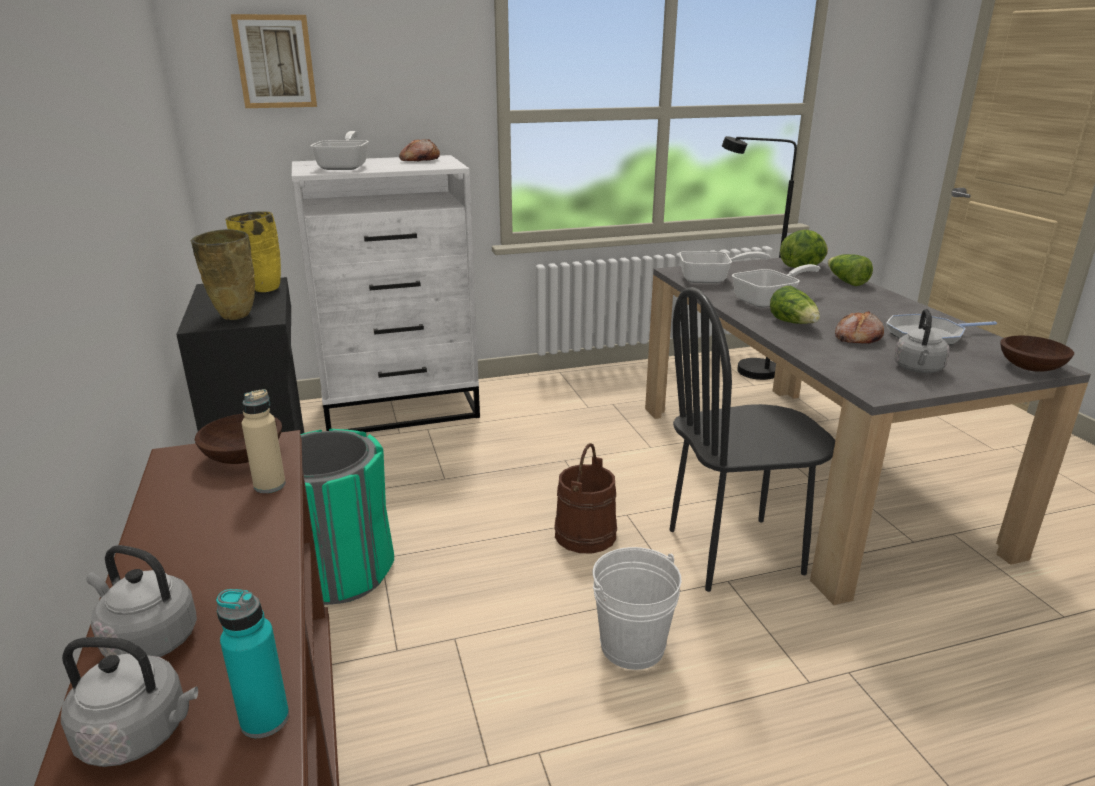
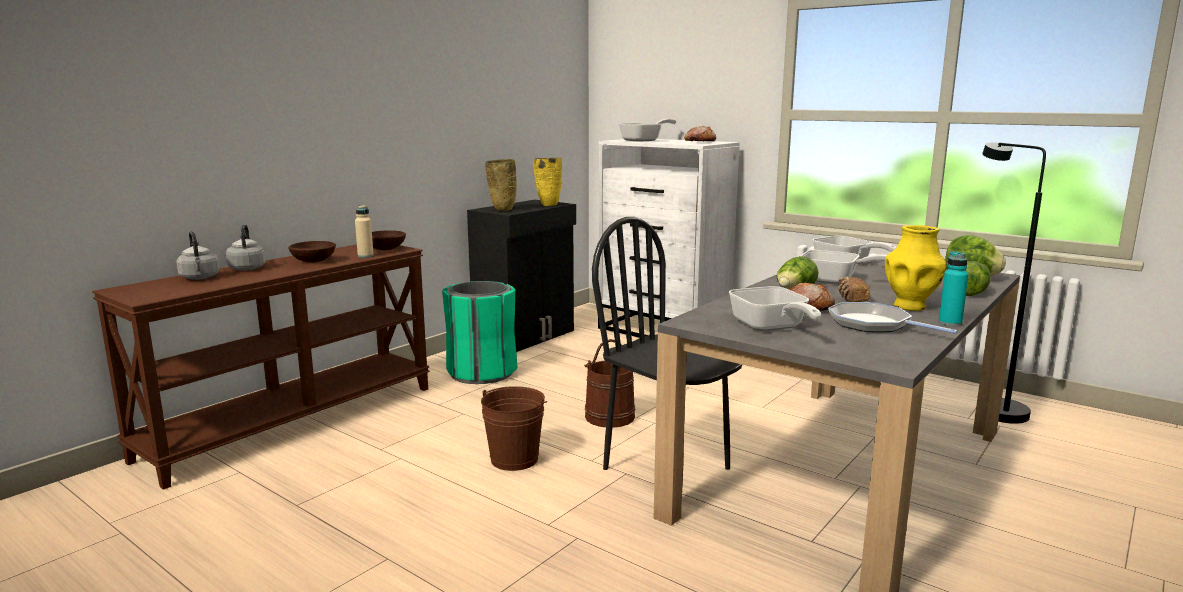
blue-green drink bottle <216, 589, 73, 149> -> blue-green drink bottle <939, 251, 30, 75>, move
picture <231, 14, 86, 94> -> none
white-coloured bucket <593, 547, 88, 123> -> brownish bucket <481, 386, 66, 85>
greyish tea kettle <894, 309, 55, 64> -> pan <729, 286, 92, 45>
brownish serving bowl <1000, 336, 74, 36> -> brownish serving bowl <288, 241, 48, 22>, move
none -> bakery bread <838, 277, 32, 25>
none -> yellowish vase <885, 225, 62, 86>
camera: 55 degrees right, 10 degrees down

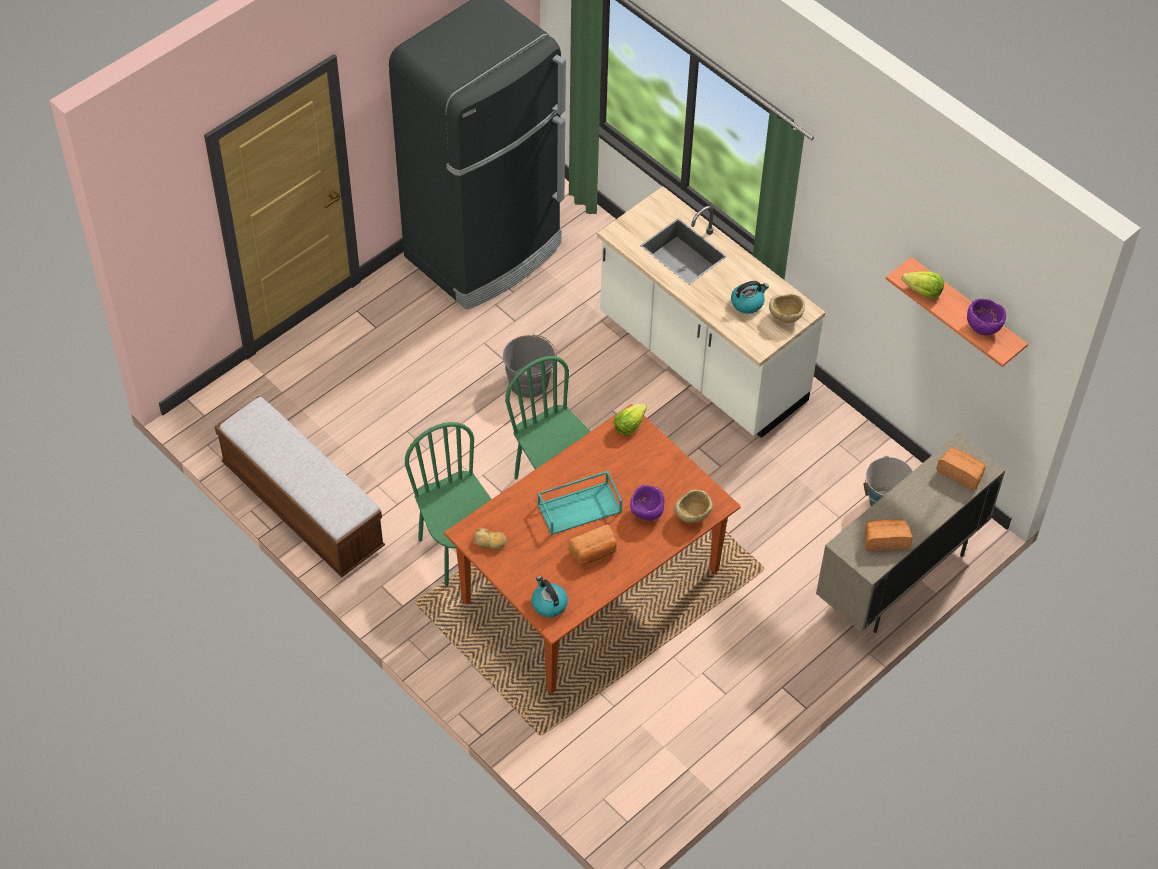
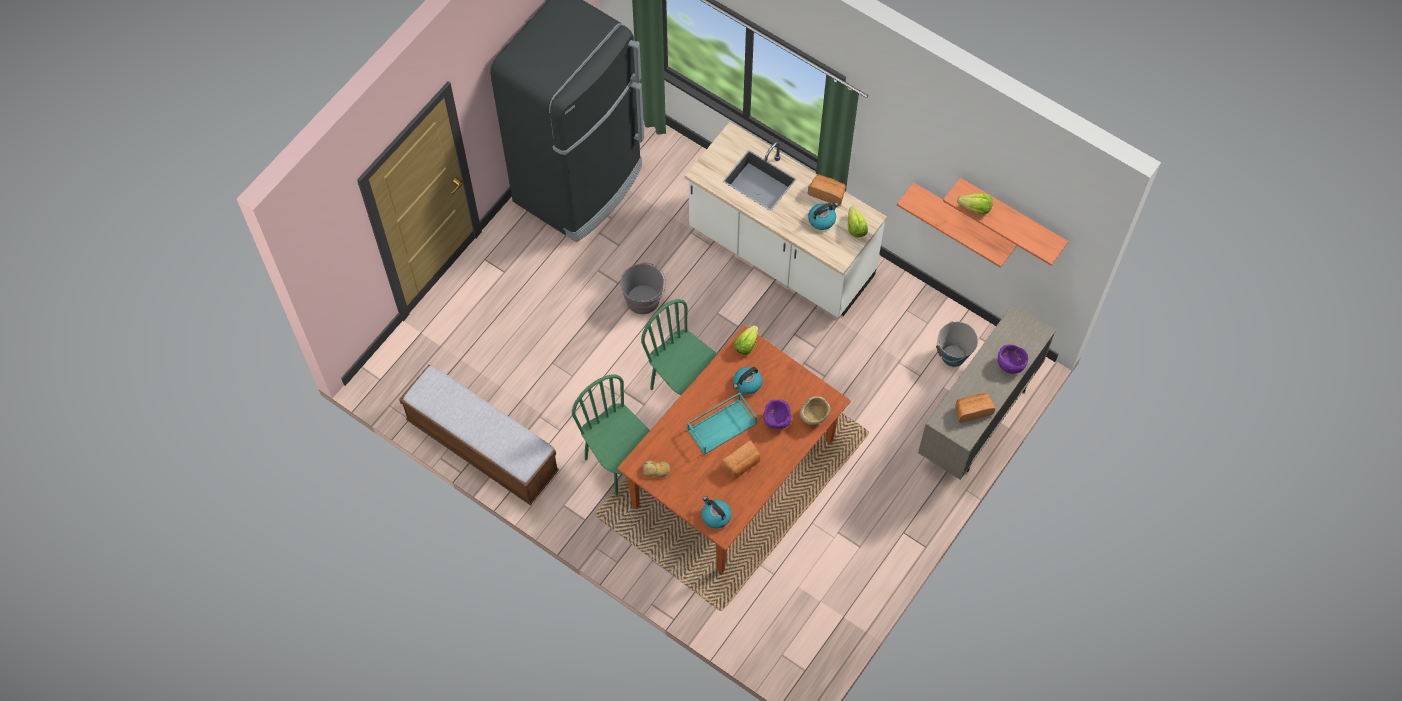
beige-coloured serving bowl <769, 294, 36, 29> -> lettuce <848, 207, 20, 30>
bakery bread <936, 447, 50, 43> -> bakery bread <808, 174, 38, 32>, move
purple-coloured serving bowl <967, 299, 39, 36> -> purple-coloured serving bowl <998, 345, 30, 29>, move
none -> tea kettle <733, 367, 29, 27>
none -> wall shelf <897, 182, 120, 86>
camera: 10 degrees left, 10 degrees up

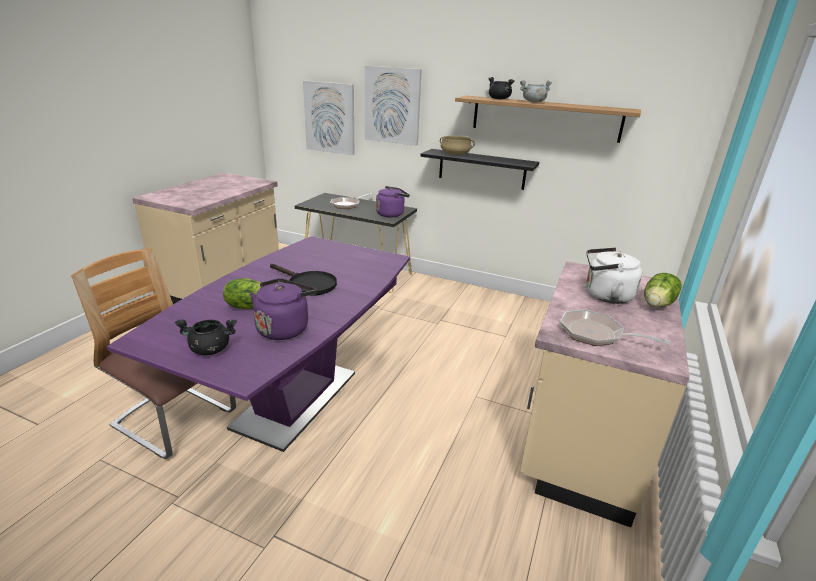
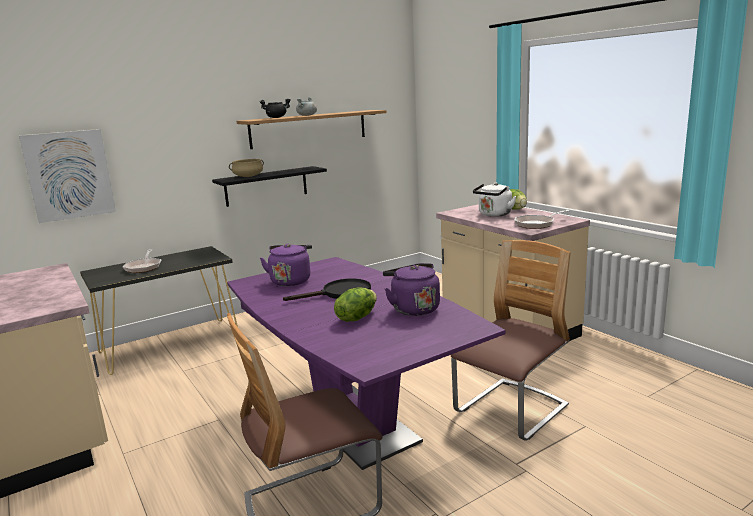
blackish cooking pot <175, 319, 62, 36> -> none
picture <365, 66, 57, 80> -> none
purple-coloured tea kettle <376, 186, 34, 31> -> purple-coloured tea kettle <260, 243, 52, 43>, move
none -> chair <451, 240, 120, 201>
camera: 55 degrees left, 10 degrees down

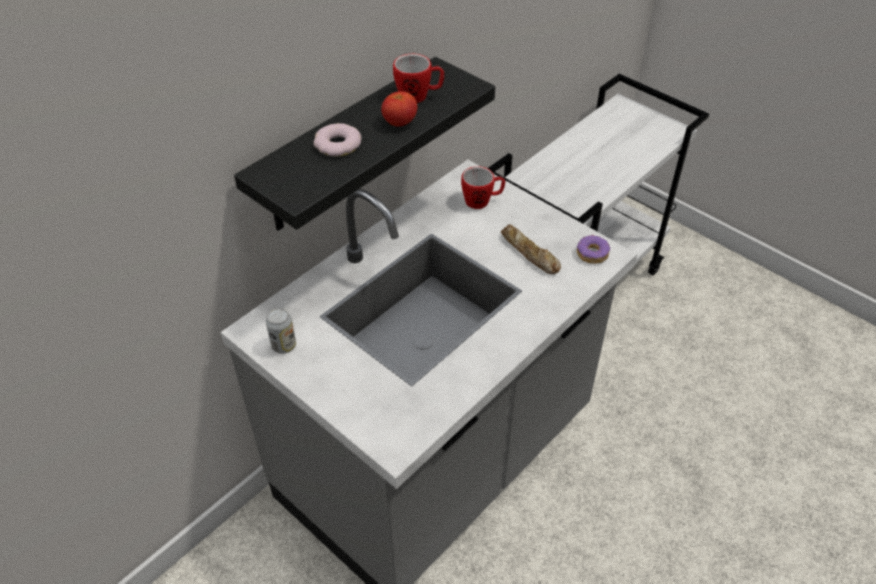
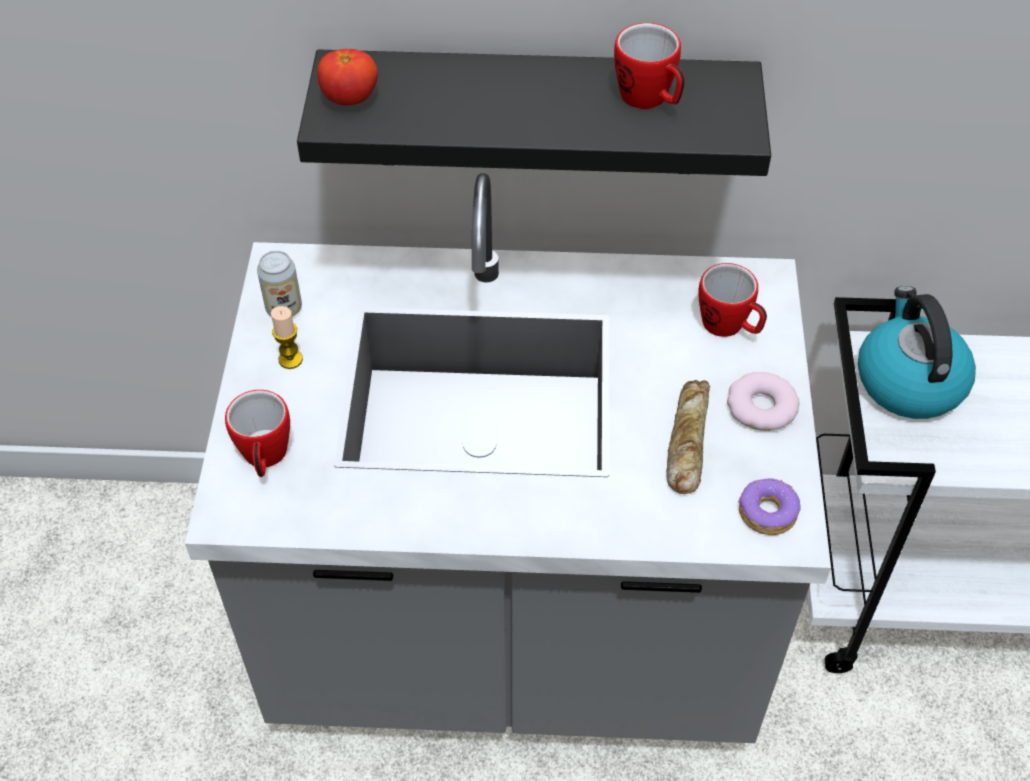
doughnut <313, 123, 49, 34> -> doughnut <727, 372, 72, 59>, move
whole tomato <381, 91, 36, 36> -> whole tomato <317, 49, 61, 56>, move
none -> coffee mug <225, 390, 65, 87>
none -> candle <271, 306, 32, 63>
none -> tea kettle <858, 286, 118, 133>
camera: 50 degrees right, 5 degrees up

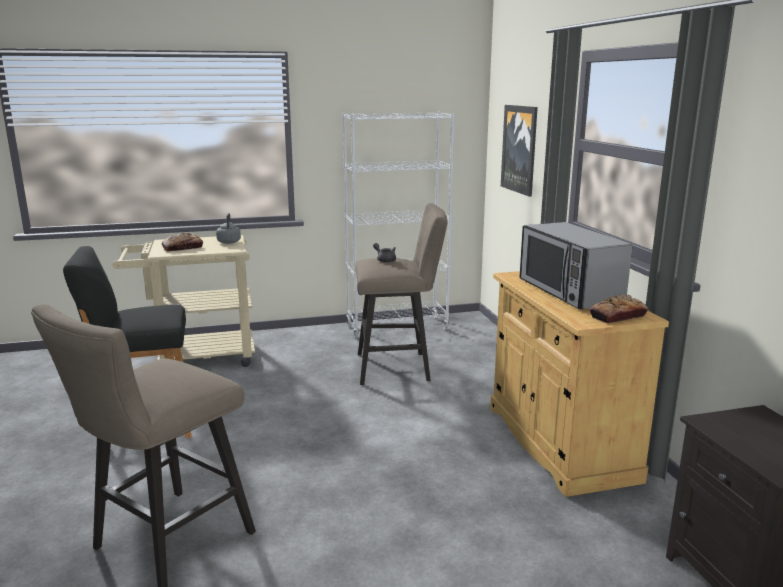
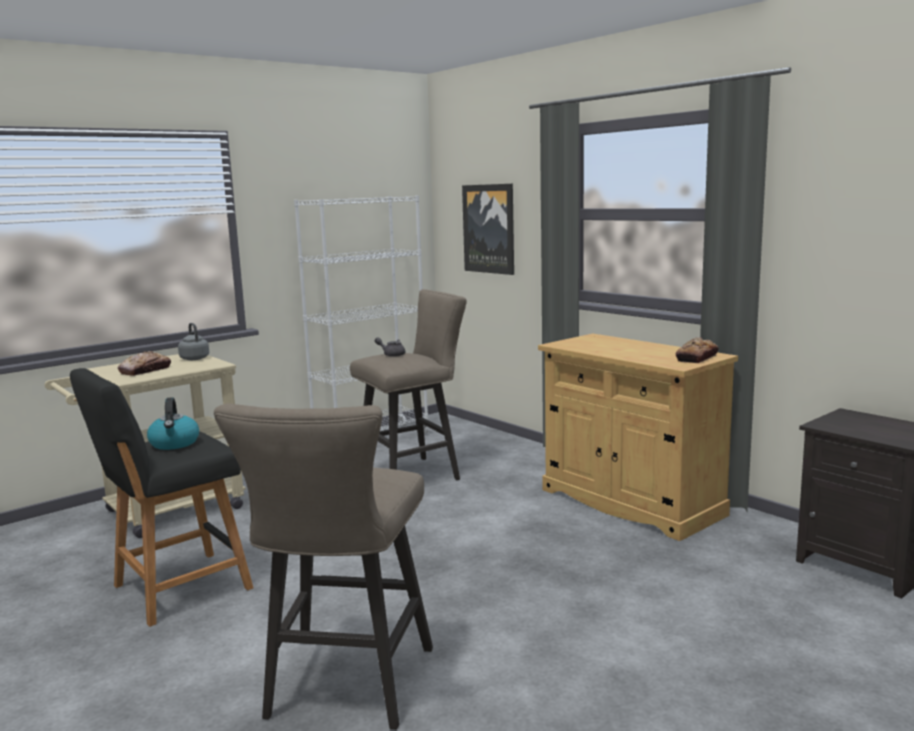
kitchen microwave <519, 222, 114, 87> -> none
none -> tea kettle <147, 397, 52, 53>
camera: 25 degrees left, 5 degrees down

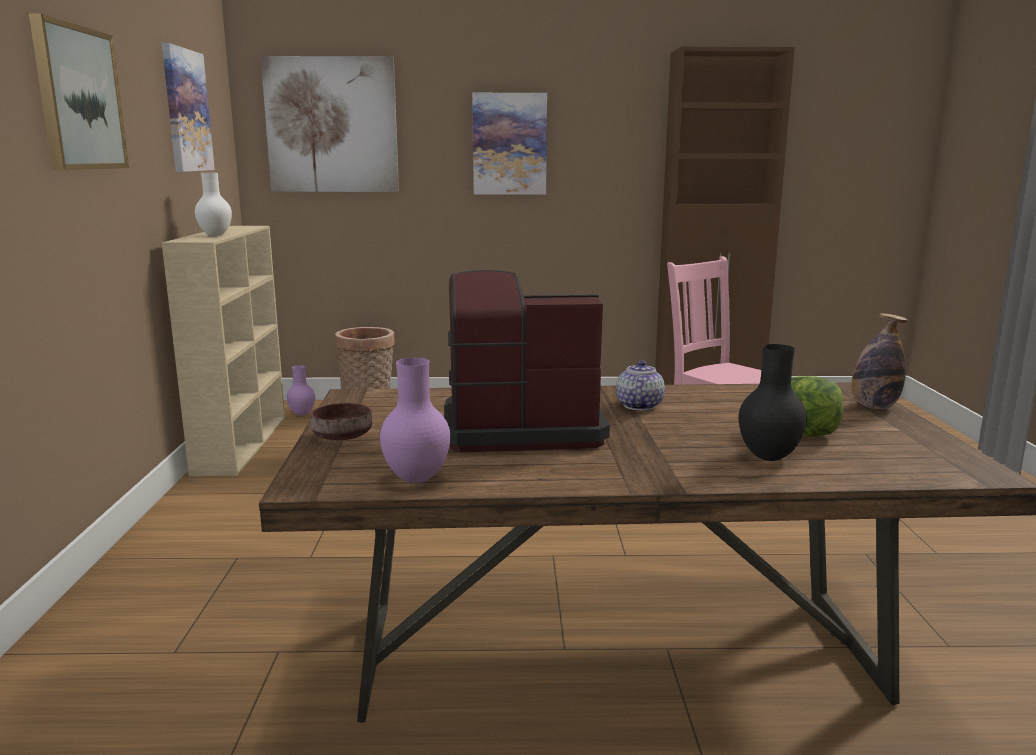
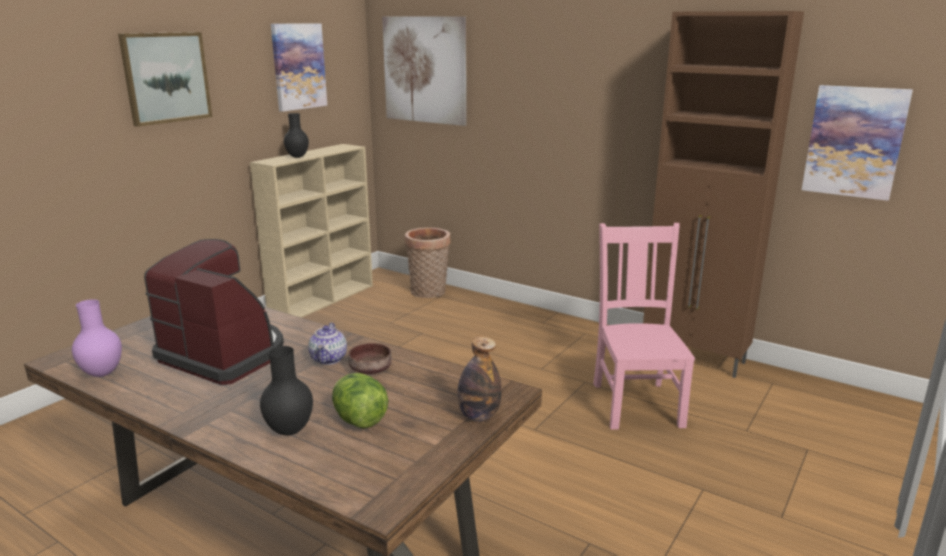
white-coloured vase <195, 173, 37, 63> -> blackish vase <284, 113, 25, 45>
purple-coloured vase <286, 365, 29, 51> -> none
brownish serving bowl <310, 403, 62, 37> -> brownish serving bowl <348, 343, 44, 31>, move
picture <472, 93, 75, 102> -> picture <802, 85, 111, 116>, move
tea pot <616, 360, 49, 50> -> tea pot <308, 323, 39, 42>, 135 degrees clockwise
camera: 35 degrees right, 5 degrees up

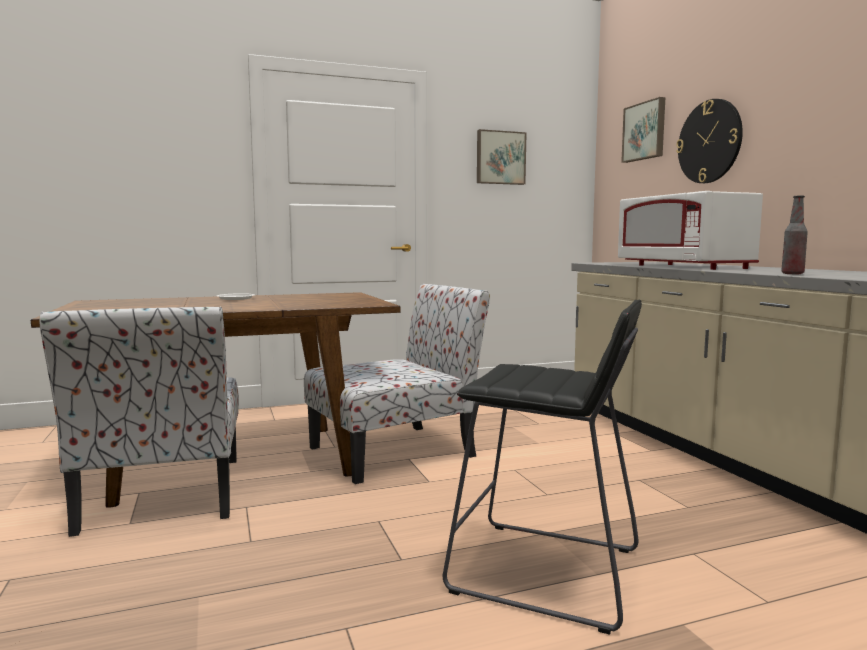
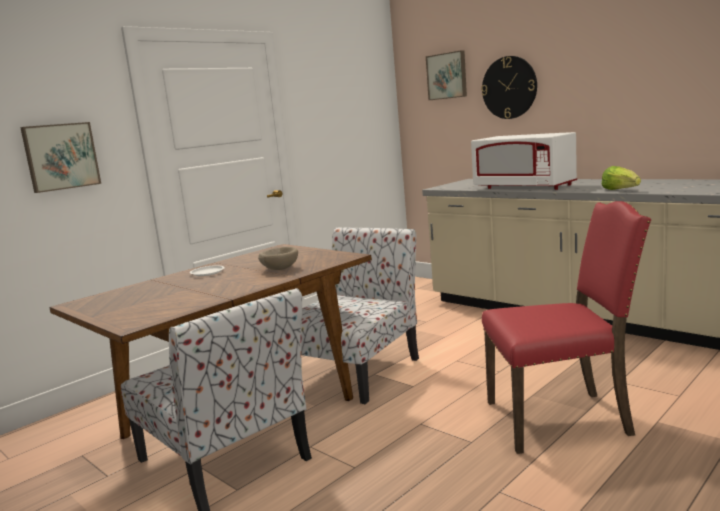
blackish stool <443, 300, 199, 334> -> red-coloured chair <482, 201, 169, 253>
picture <477, 129, 50, 56> -> picture <20, 122, 81, 71>, move
drink bottle <781, 195, 27, 79> -> lettuce <601, 166, 40, 24>
none -> beige-coloured serving bowl <258, 247, 40, 23>
camera: 25 degrees left, 5 degrees up

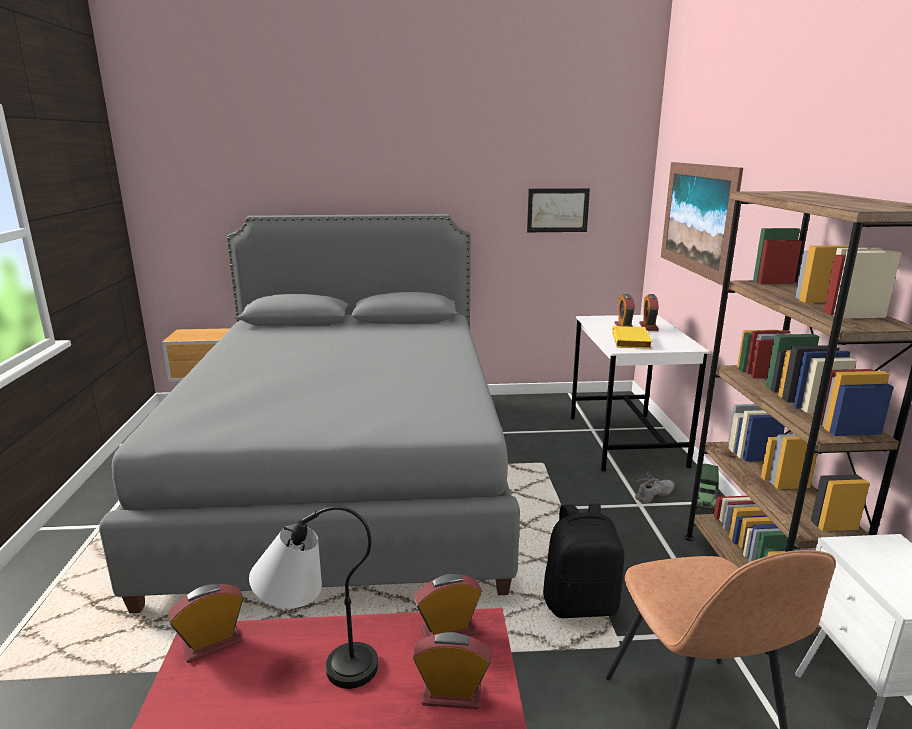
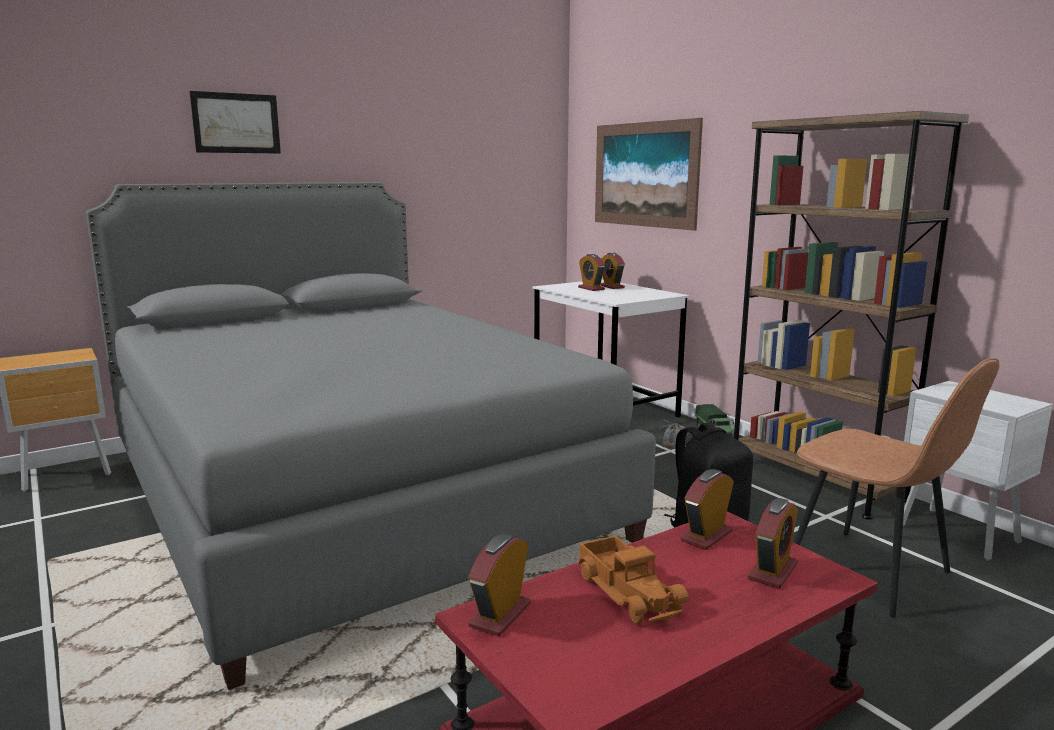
table lamp <249, 506, 129, 183> -> toy truck <577, 536, 112, 88>
bedside clock <413, 632, 78, 77> -> bedside clock <747, 498, 51, 91>, 150 degrees clockwise
picture <527, 188, 63, 44> -> picture <190, 91, 91, 63>, move
yellowish bound book <612, 326, 40, 23> -> none
camera: 30 degrees left, 5 degrees down

